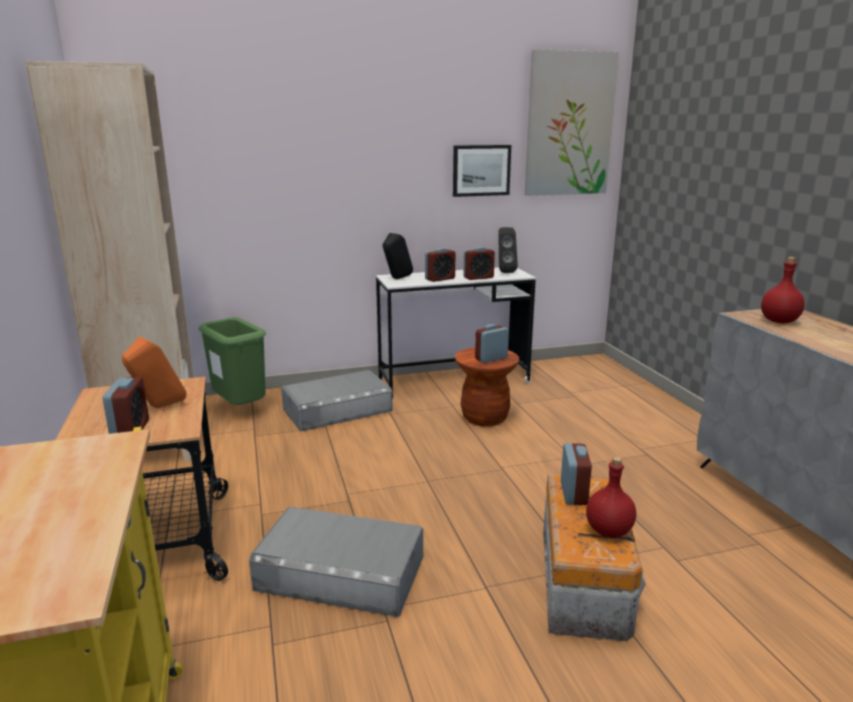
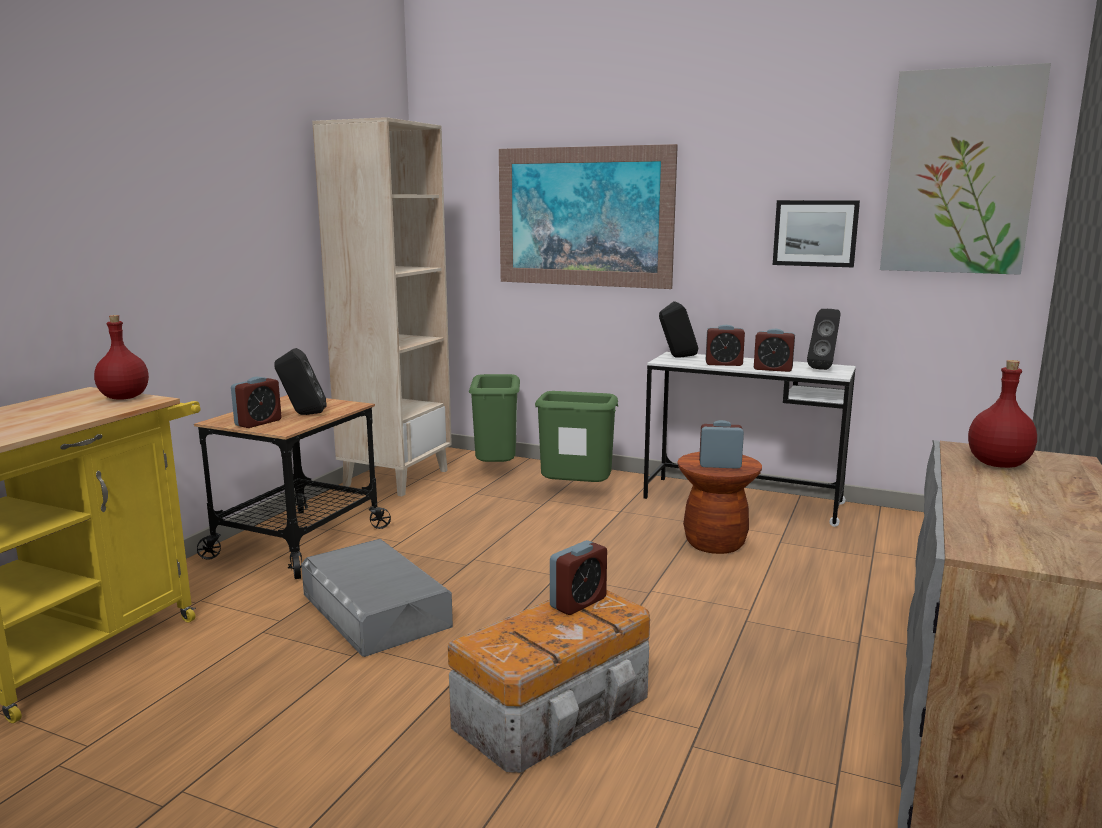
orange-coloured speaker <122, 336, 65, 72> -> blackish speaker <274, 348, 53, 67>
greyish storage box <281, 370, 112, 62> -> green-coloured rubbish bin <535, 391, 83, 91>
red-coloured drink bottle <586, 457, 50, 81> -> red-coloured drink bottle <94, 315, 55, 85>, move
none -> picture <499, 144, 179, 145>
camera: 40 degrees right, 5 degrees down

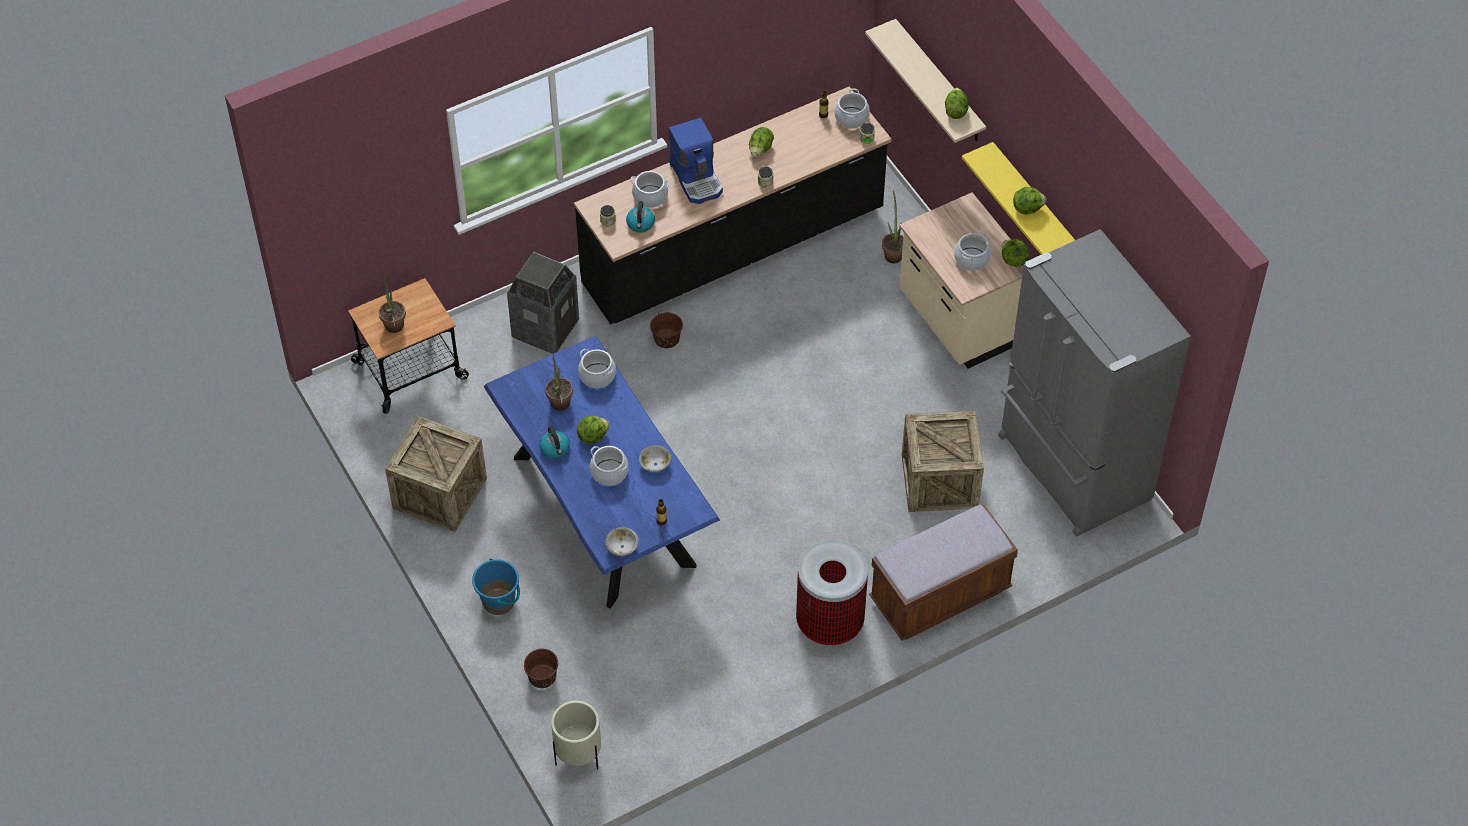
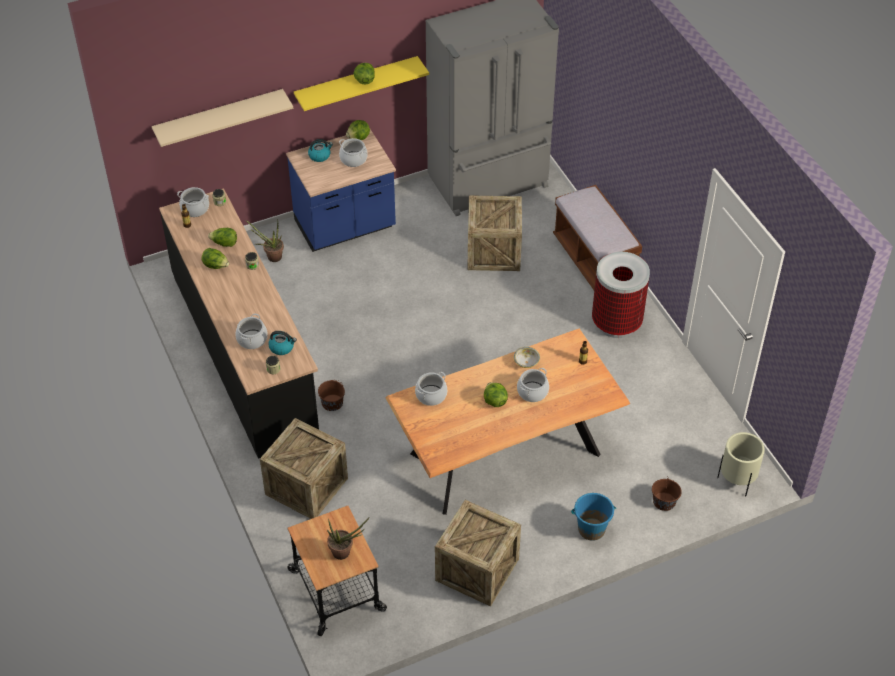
blue dining table <484, 336, 236, 273> -> brownish dining table <385, 328, 245, 187>
rubbish bin <507, 252, 72, 102> -> packing crate <260, 418, 88, 101>
tea kettle <539, 426, 31, 32> -> tea kettle <308, 139, 25, 23>, move
houseplant <545, 353, 28, 58> -> none
serving bowl <606, 527, 32, 29> -> none
coffee maker <669, 118, 54, 86> -> none
beige-coloured kitchen base unit <899, 192, 124, 177> -> blue kitchen base unit <286, 129, 110, 123>
lettuce <945, 88, 23, 31> -> lettuce <208, 228, 29, 19>, move
camera: 85 degrees left, 5 degrees down

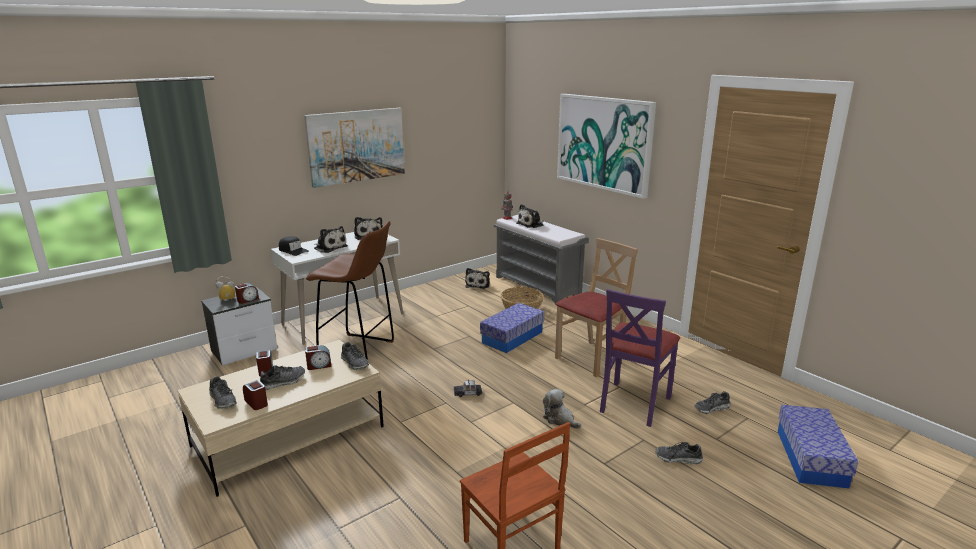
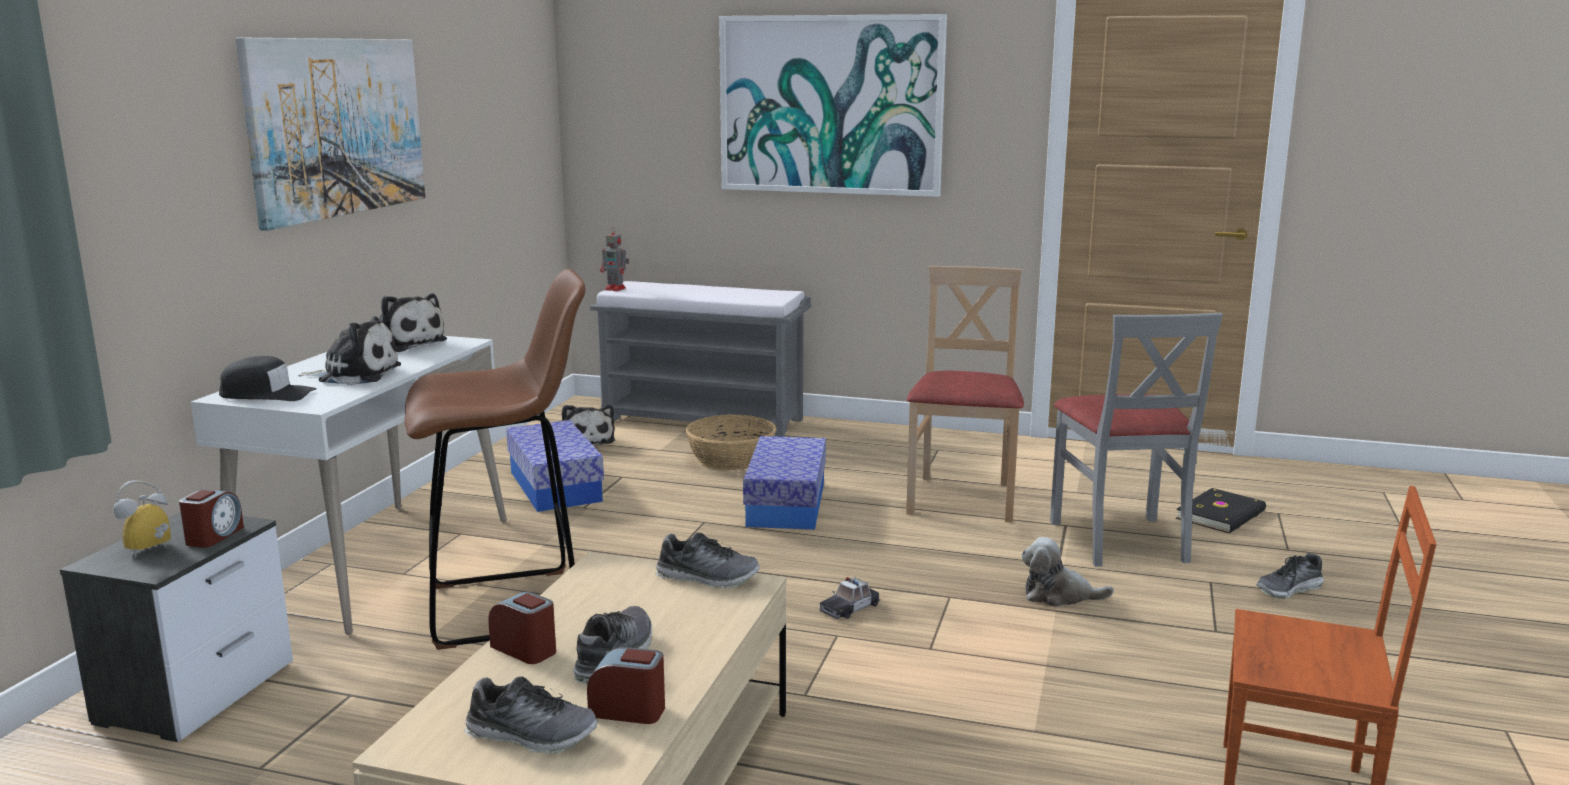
bedside clock <305, 345, 26, 25> -> none
plush toy <516, 204, 28, 24> -> none
purple-coloured chair <600, 289, 80, 138> -> greyish chair <1050, 313, 173, 254>
shoe <694, 391, 37, 23> -> blackish bound book <1176, 488, 90, 45>
storage box <778, 405, 81, 83> -> storage box <506, 420, 98, 92>, move
camera: 35 degrees left, 5 degrees down

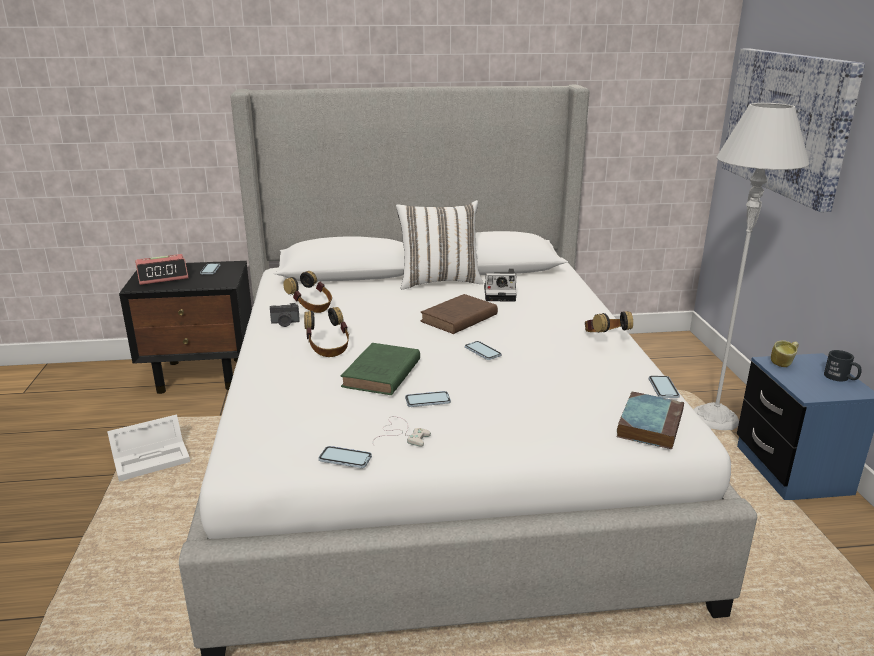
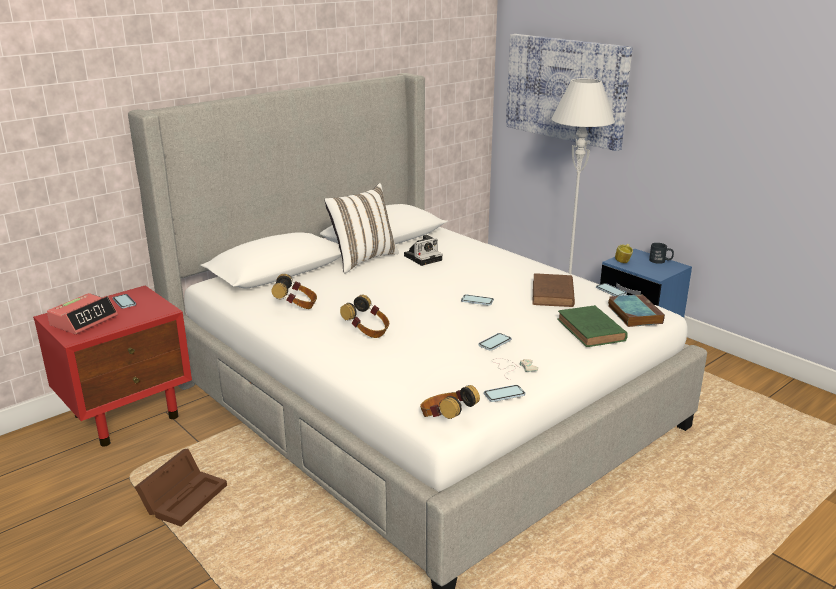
white-coloured storage box <107, 415, 83, 67> -> brownish storage box <135, 448, 92, 79>
blackish night table <119, 261, 133, 133> -> red-coloured night table <33, 285, 159, 162>
photo camera <270, 303, 30, 24> -> none
green-coloured bound book <341, 343, 79, 52> -> green-coloured bound book <557, 305, 71, 42>, move
brownish bound book <420, 294, 78, 40> -> brownish bound book <532, 273, 43, 34>, move
headset <585, 311, 48, 22> -> headset <420, 385, 60, 34>, move
camera: 35 degrees left, 0 degrees up

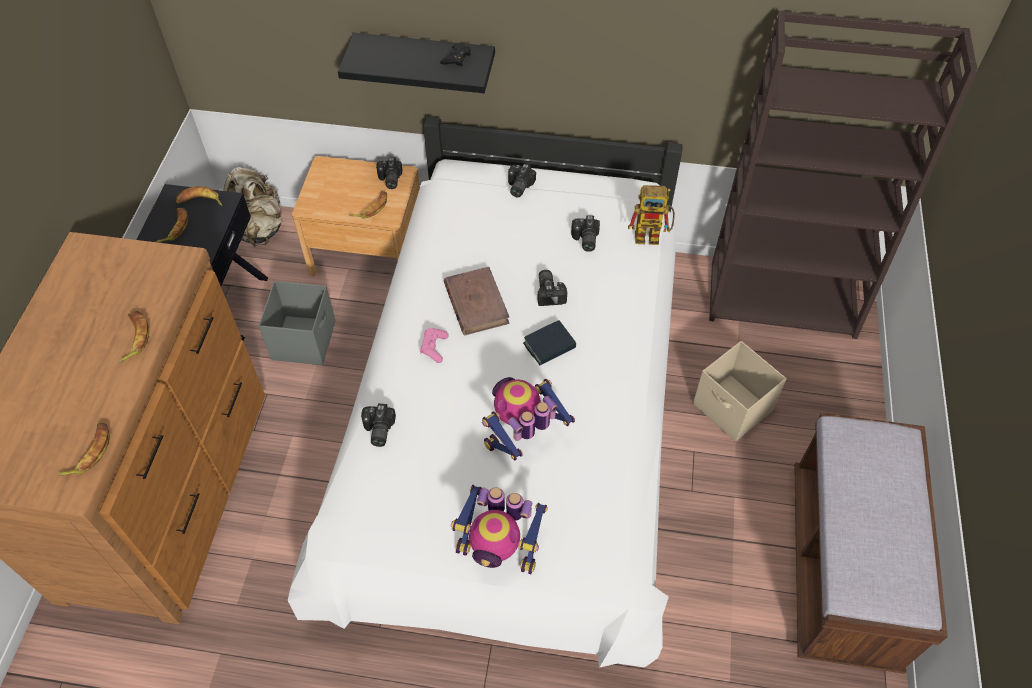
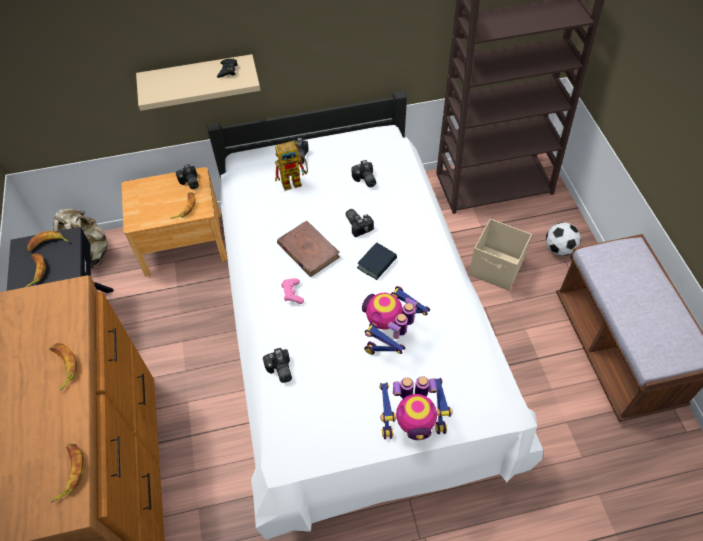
greyish storage box <259, 281, 77, 84> -> none
blackish wall shelf <338, 33, 157, 60> -> beige-coloured wall shelf <136, 54, 124, 57>
toy robot <628, 185, 47, 60> -> toy robot <275, 141, 33, 50>, move
none -> football <546, 222, 35, 34>
camera: 20 degrees left, 0 degrees up

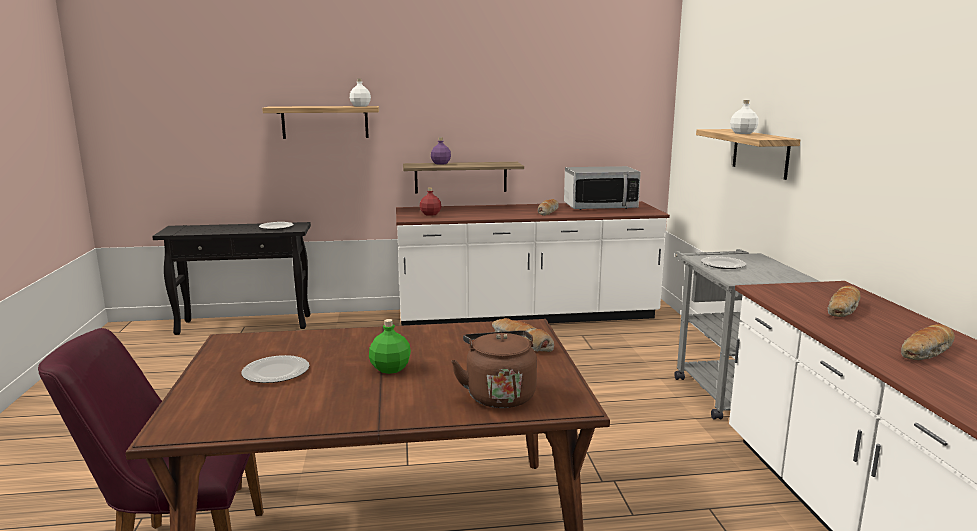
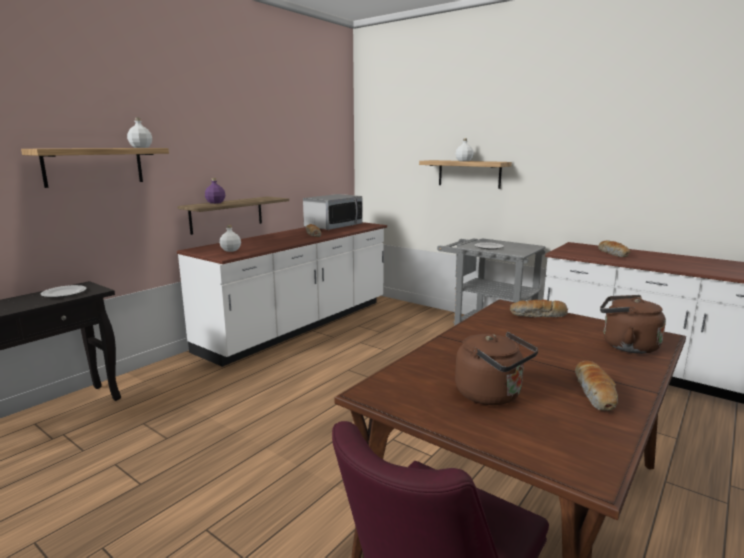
dinner plate <241, 355, 68, 28> -> brownish tea kettle <455, 332, 83, 73>
green-coloured drink bottle <369, 319, 42, 55> -> none
red-coloured drink bottle <420, 188, 21, 28> -> white-coloured drink bottle <220, 225, 21, 27>
bakery bread <901, 324, 54, 36> -> bakery bread <575, 361, 43, 50>, move
camera: 45 degrees left, 0 degrees up

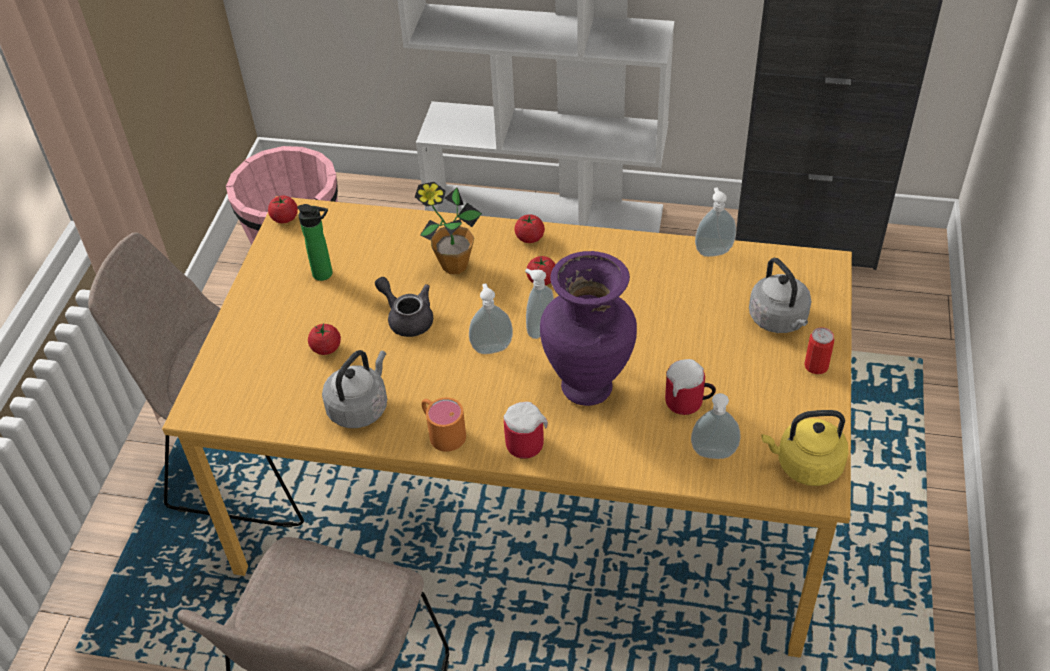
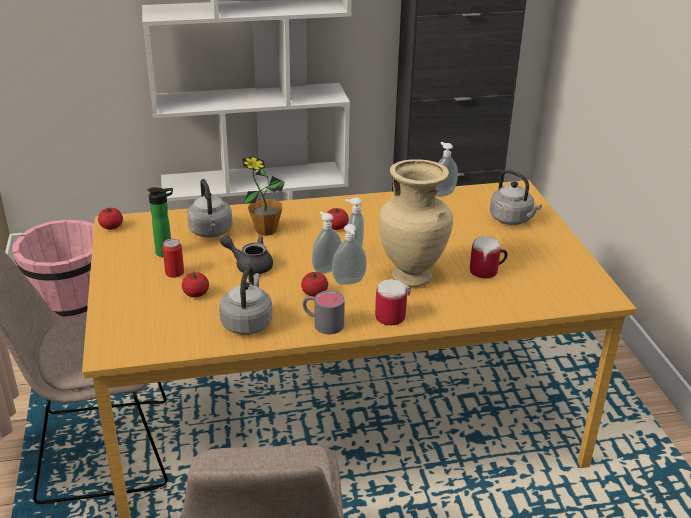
orange-coloured coffee mug <421, 398, 45, 54> -> greyish coffee mug <303, 290, 42, 44>
whole tomato <514, 215, 31, 28> -> whole tomato <301, 272, 27, 25>, move
purple-coloured vase <540, 251, 97, 155> -> beige-coloured vase <379, 159, 74, 128>
soap bottle <691, 393, 50, 66> -> soap bottle <332, 224, 35, 61>, move
yellowish tea kettle <761, 410, 88, 76> -> none
sealed can <804, 327, 31, 47> -> sealed can <162, 238, 22, 40>, move
none -> greyish tea kettle <187, 179, 46, 59>
camera: 25 degrees left, 15 degrees down

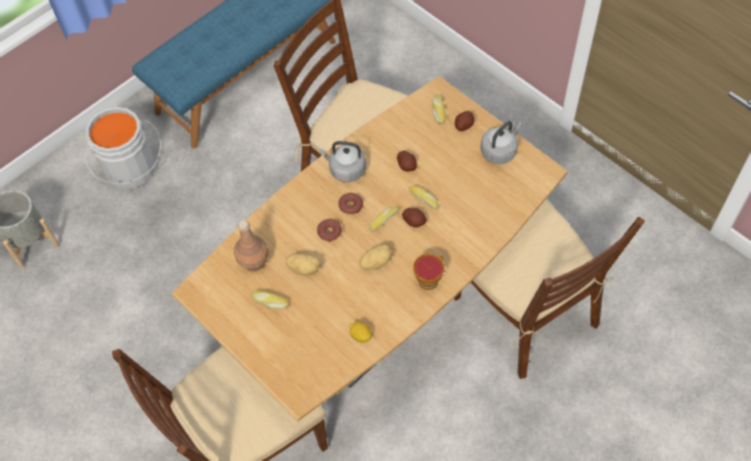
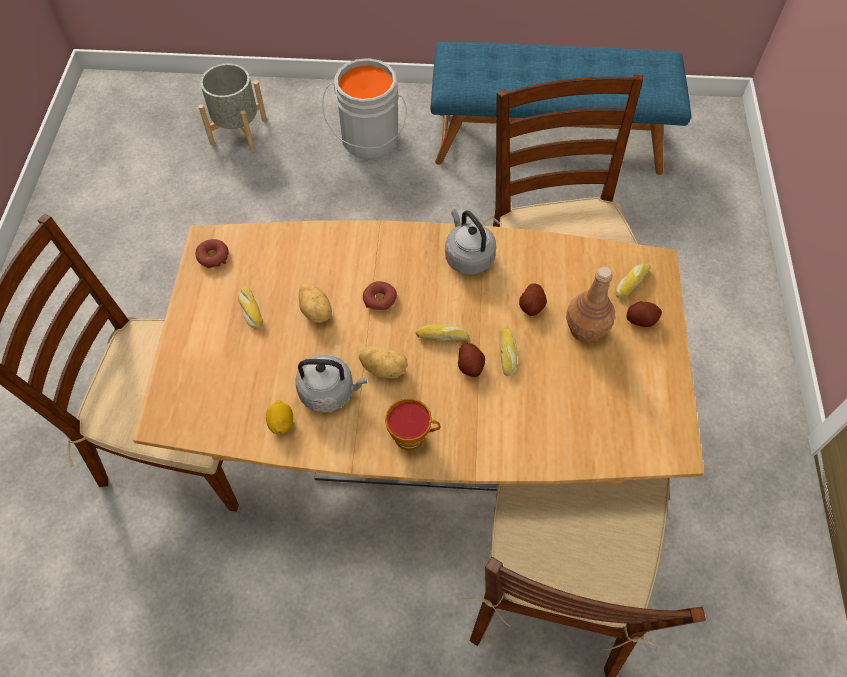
brownish drink bottle <234, 220, 35, 52> -> brownish drink bottle <566, 267, 49, 76>, move
doughnut <339, 193, 24, 22> -> doughnut <196, 239, 33, 29>, move
greyish tea kettle <480, 121, 42, 43> -> greyish tea kettle <295, 354, 72, 59>, move
camera: 45 degrees right, 0 degrees up

